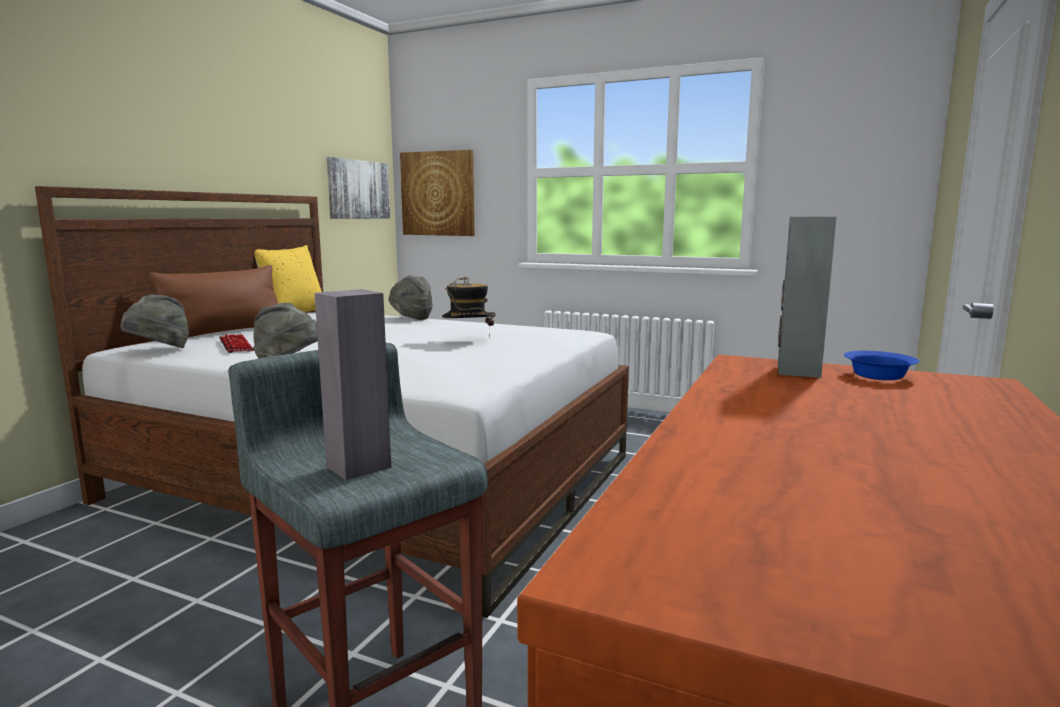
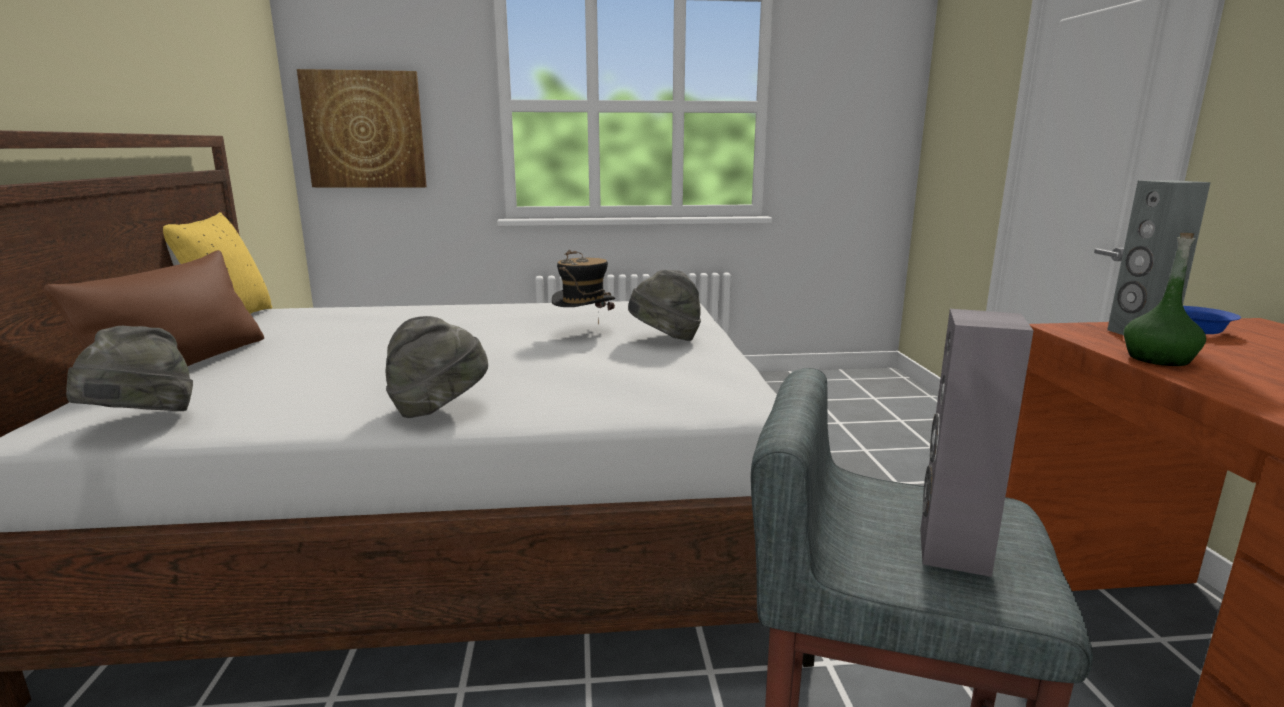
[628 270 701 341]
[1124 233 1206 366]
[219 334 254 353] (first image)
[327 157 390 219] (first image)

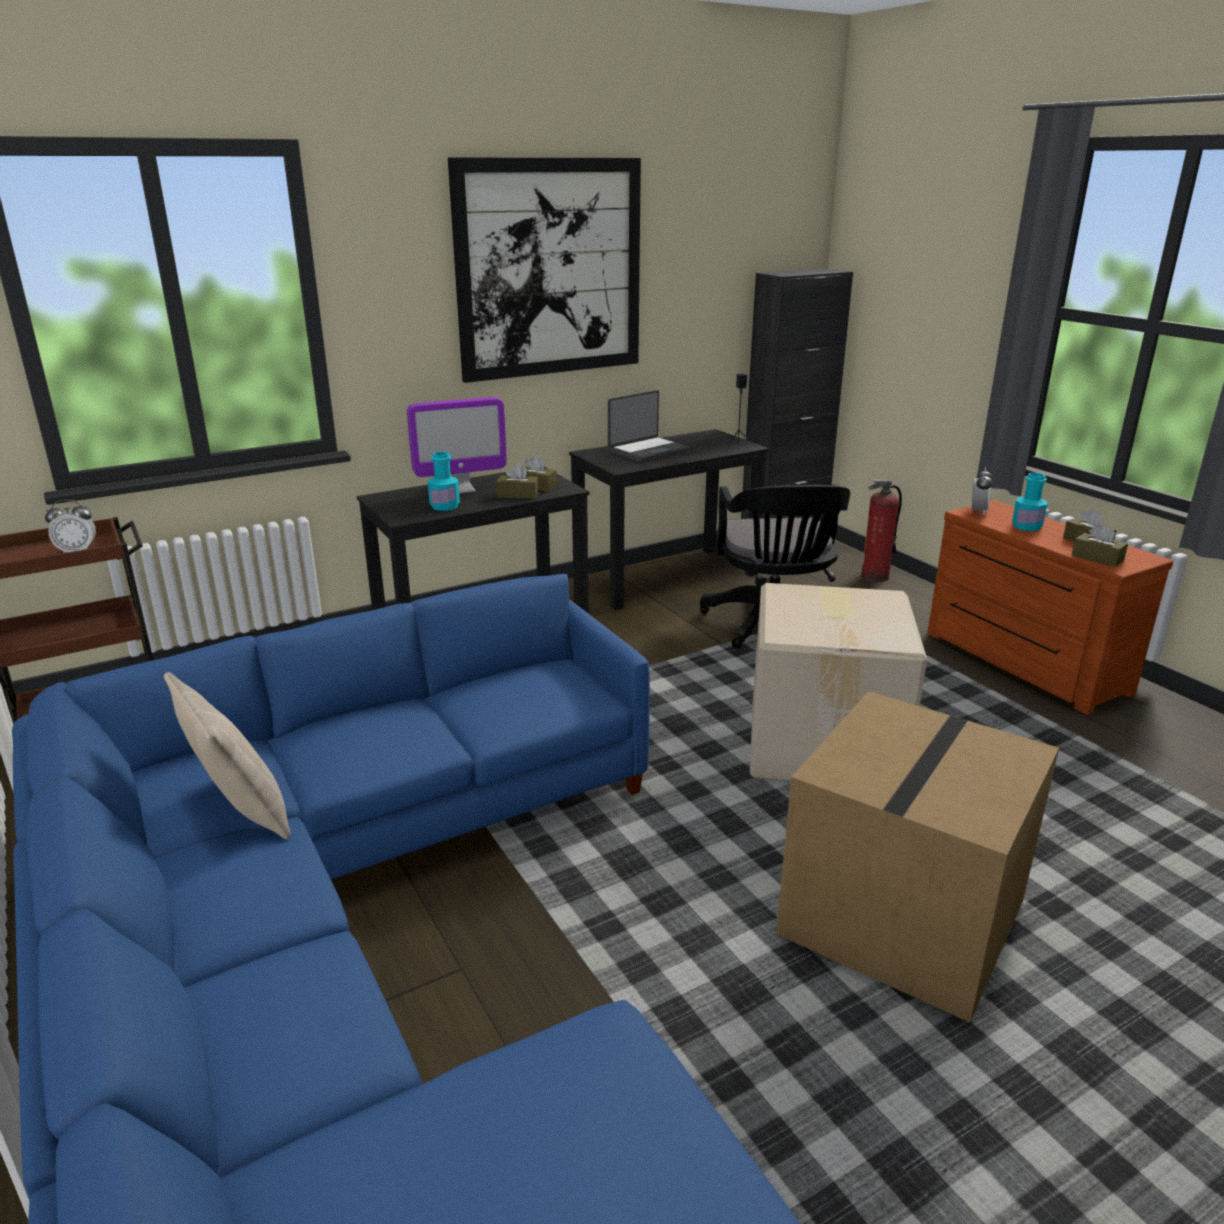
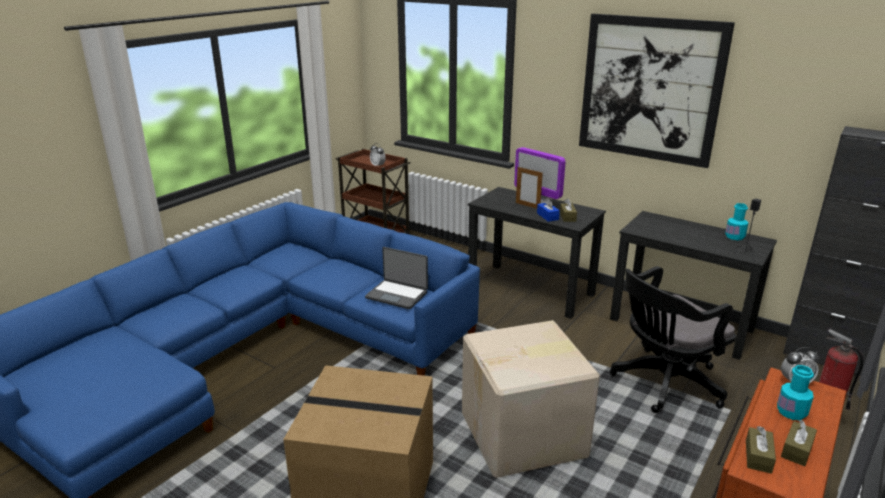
[365 247 428 309]
[516 167 543 209]
[537 198 560 222]
[725 203 749 240]
[164 672 291 839] (first image)

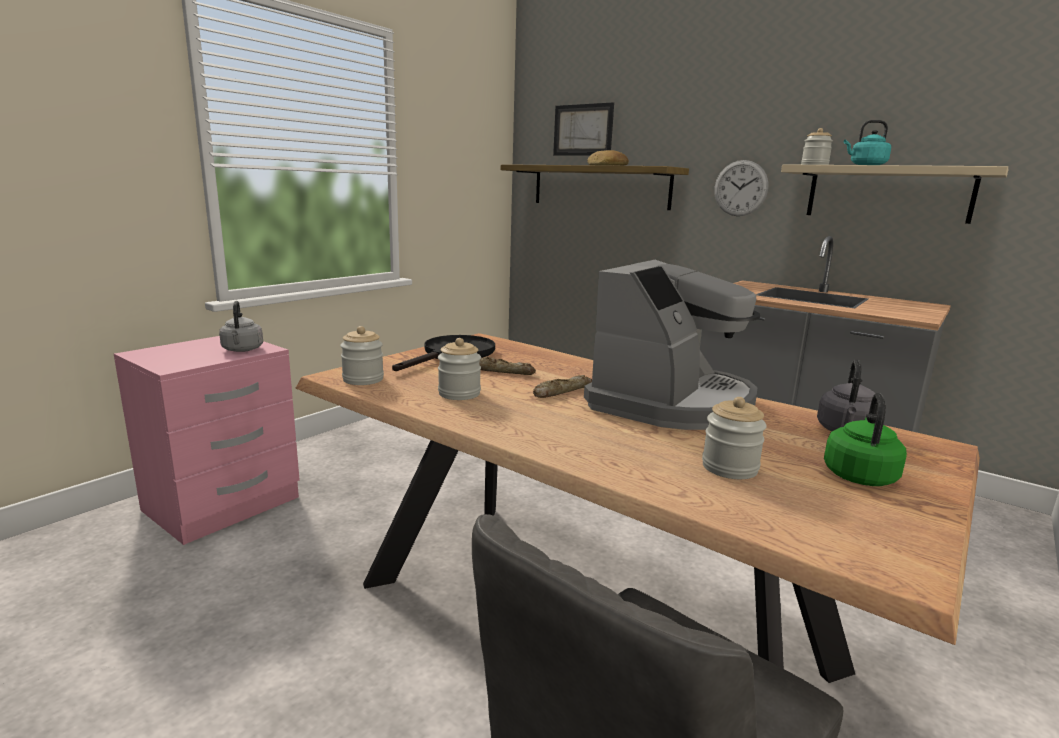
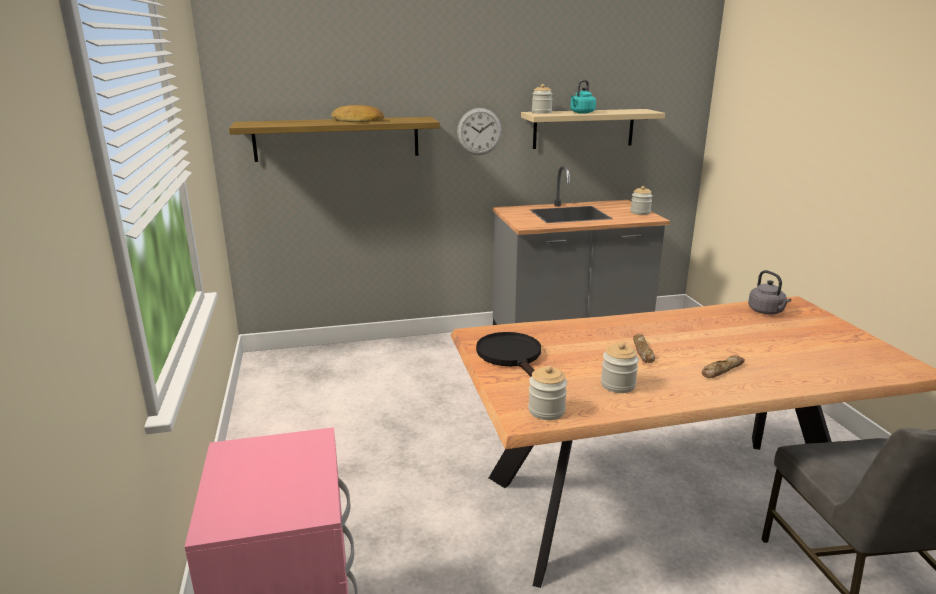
[631 186 653 215]
[702 355 745 378]
[219 301 263 352] (first image)
[553 102 614 156] (first image)
[584 260 760 430] (first image)
[824 393 907 486] (first image)

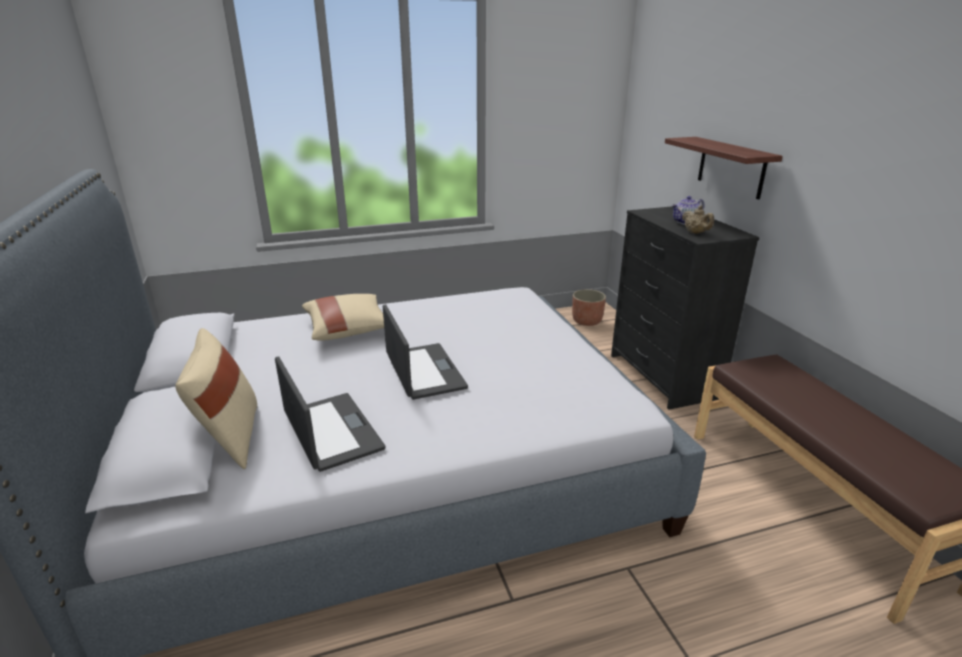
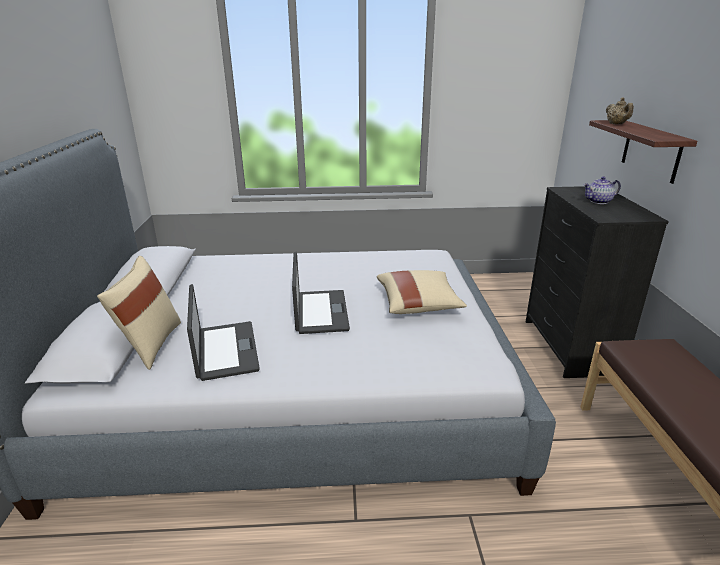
[377 270 467 314]
[606 97 634 124]
[572 289 606 326] (first image)

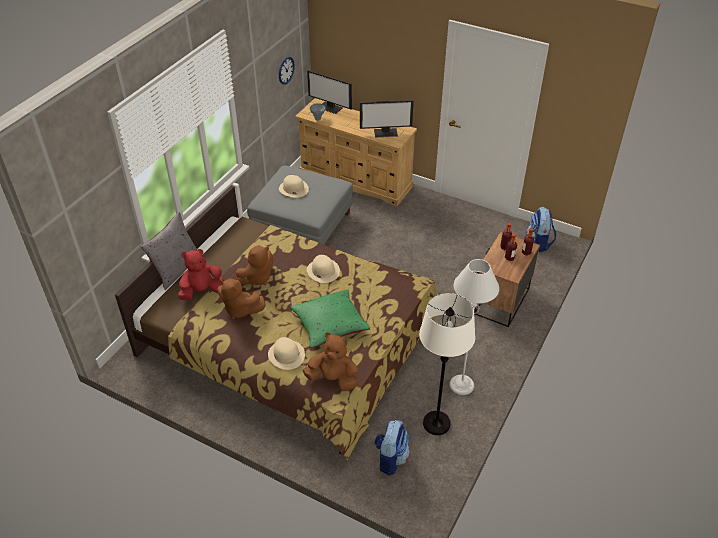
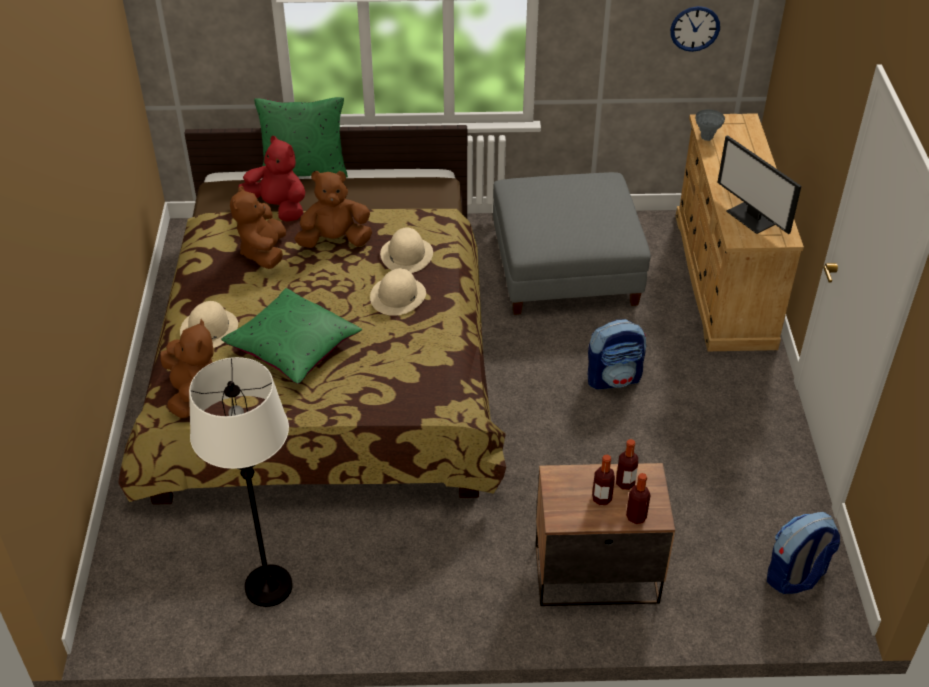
[254 97 348 178]
[295 171 372 248]
[380 227 433 273]
[588 319 646 389]
[307 70 352 114] (first image)
[449 259 499 395] (first image)

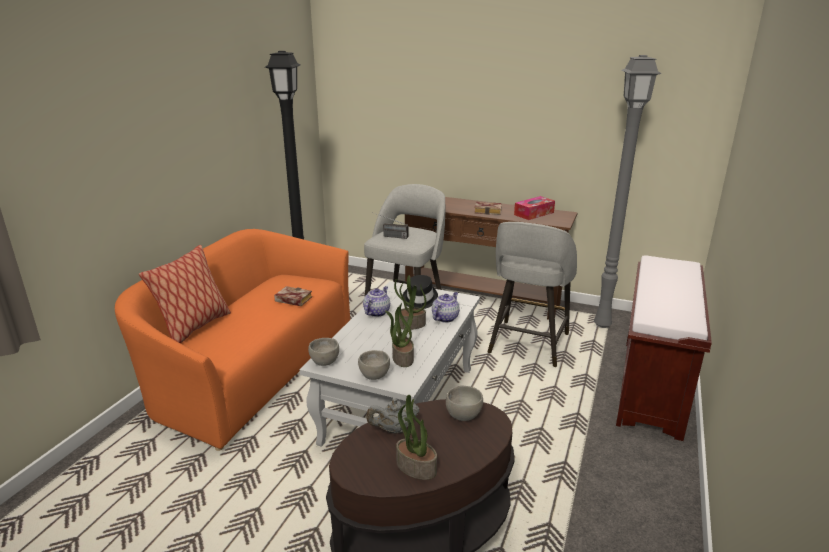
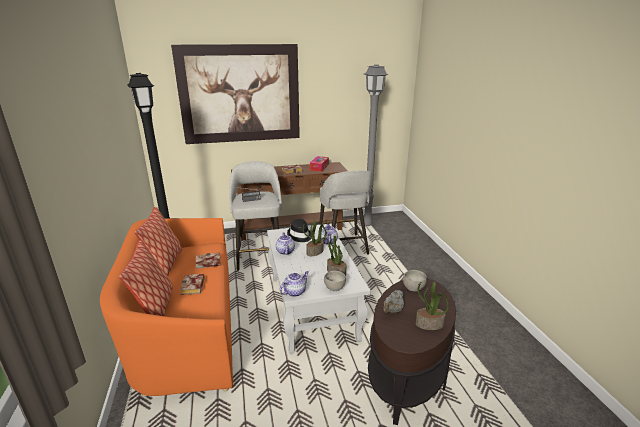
[134 207 182 276]
[171 44 300 144]
[180 274 205 295]
[279 271 309 297]
[616 255 712 441] (first image)

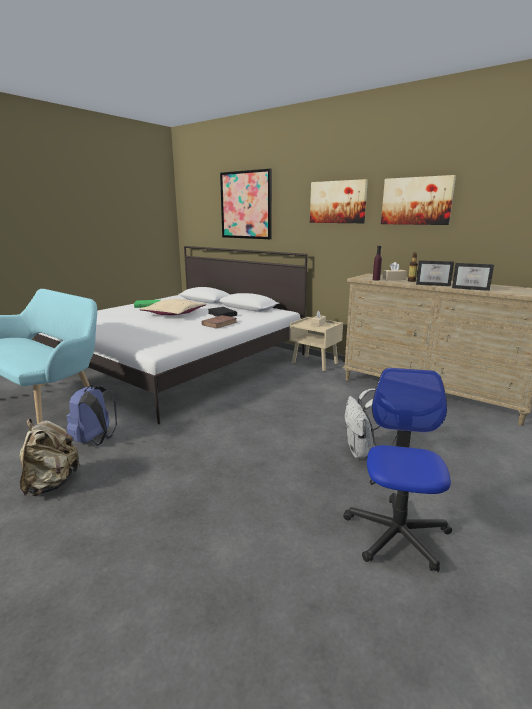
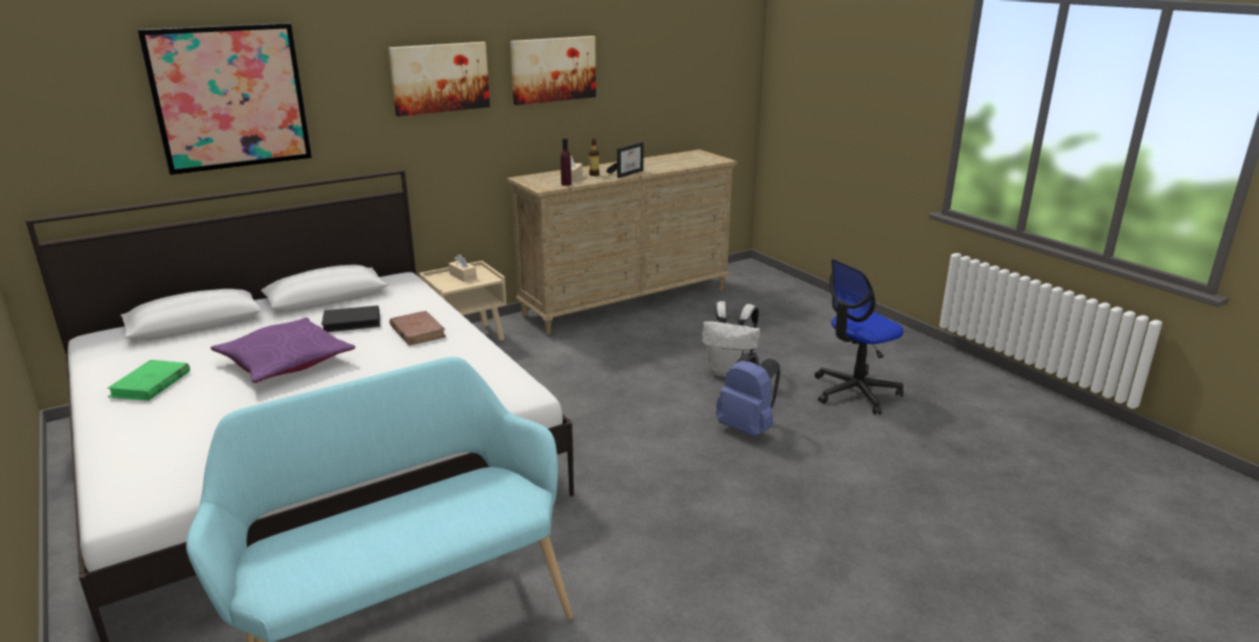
[211 317 355 383]
[716 352 780 437]
[815 259 904 415]
[20 419 81 496] (first image)
[452 263 494 291] (first image)

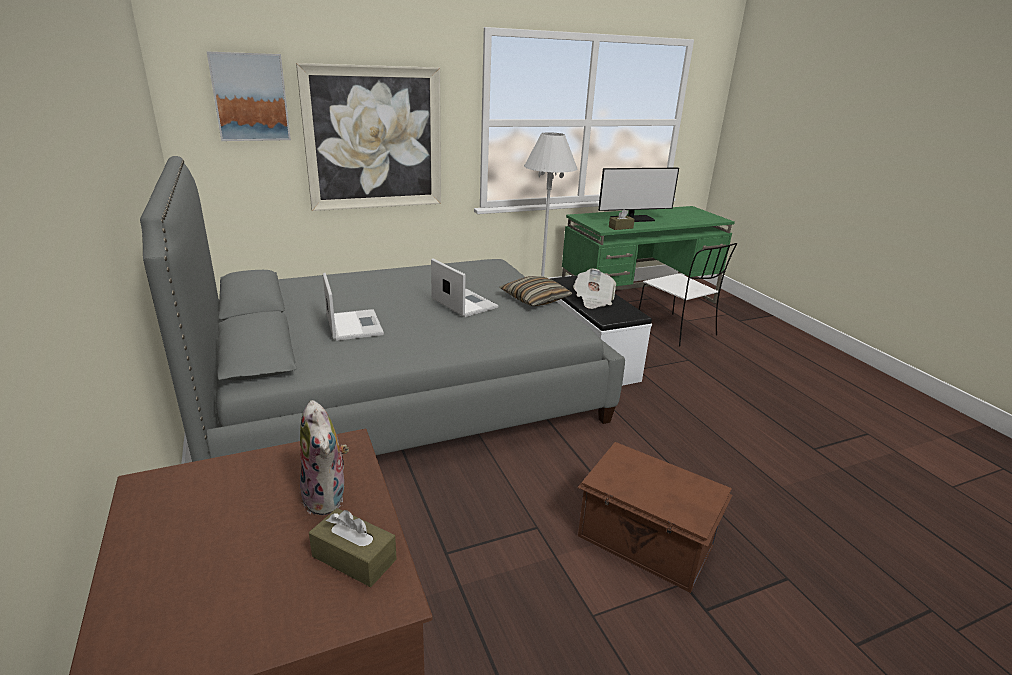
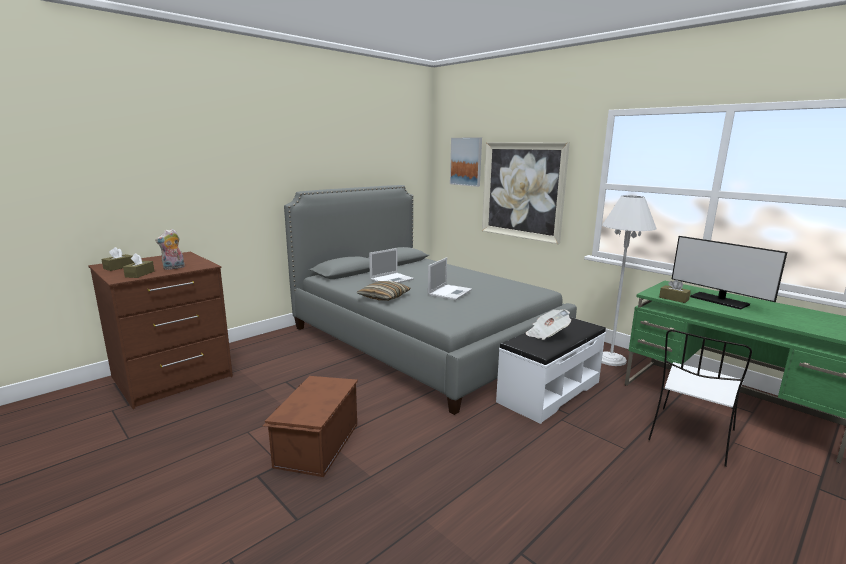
[102 247 134 271]
[356 281 411 301]

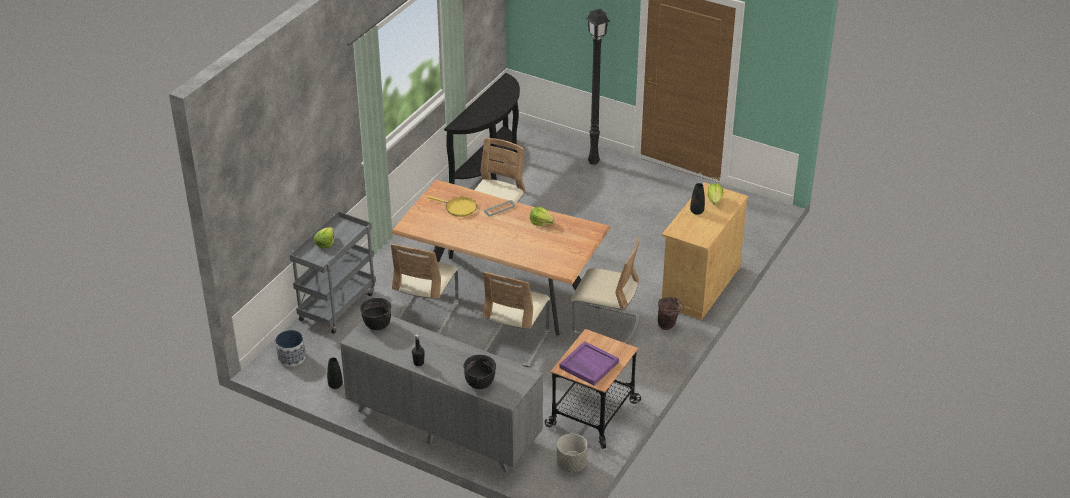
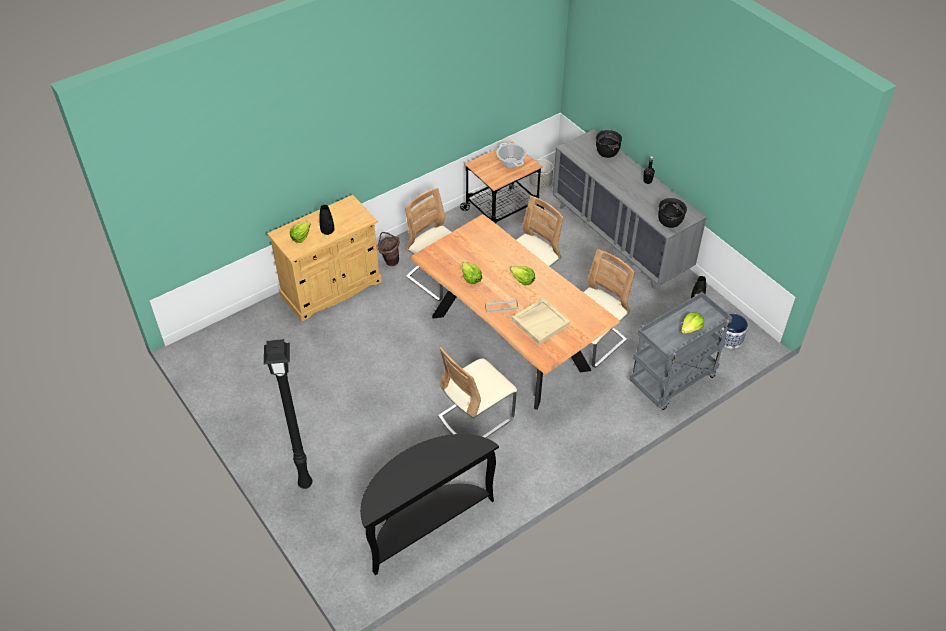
[496 143 527 167]
[510 266 535 286]
[512 298 570 345]

